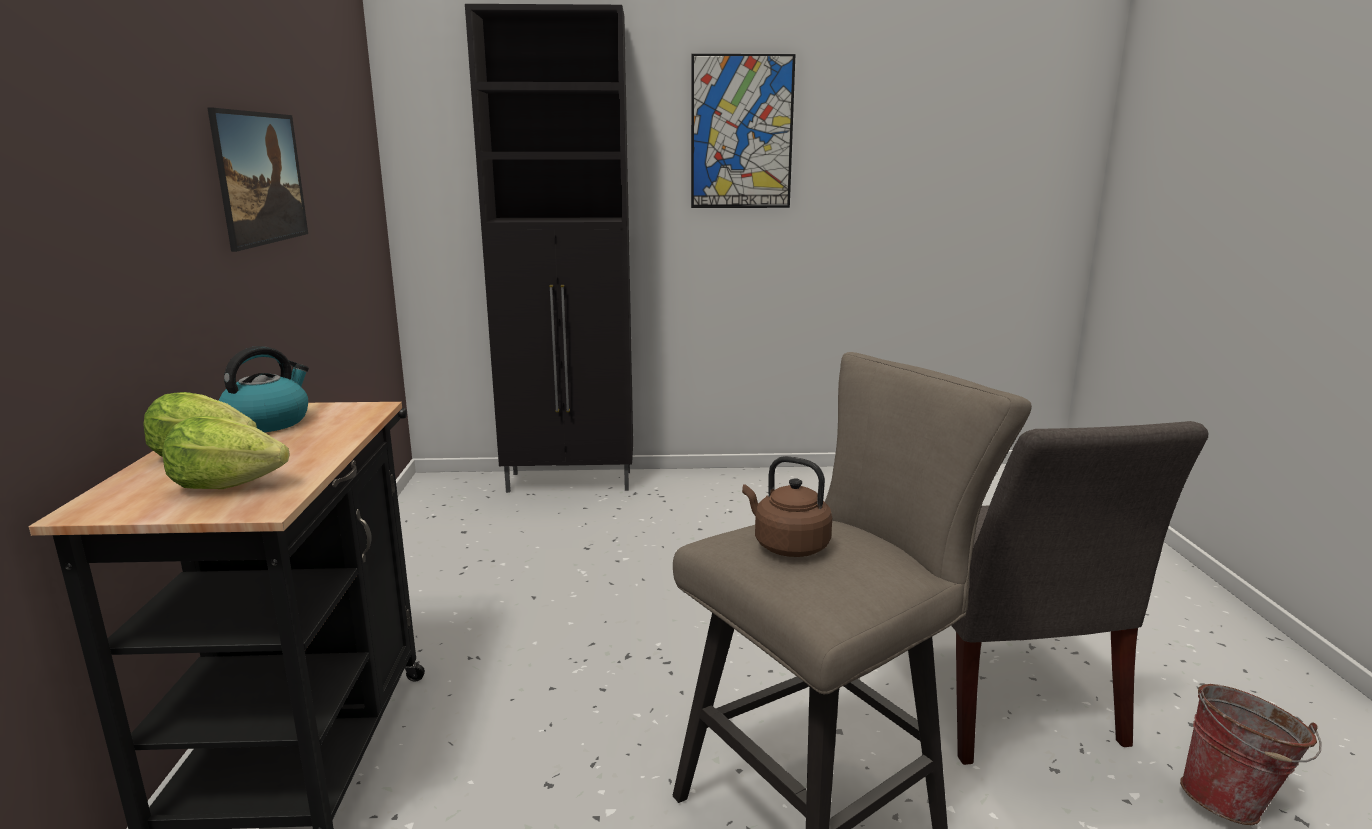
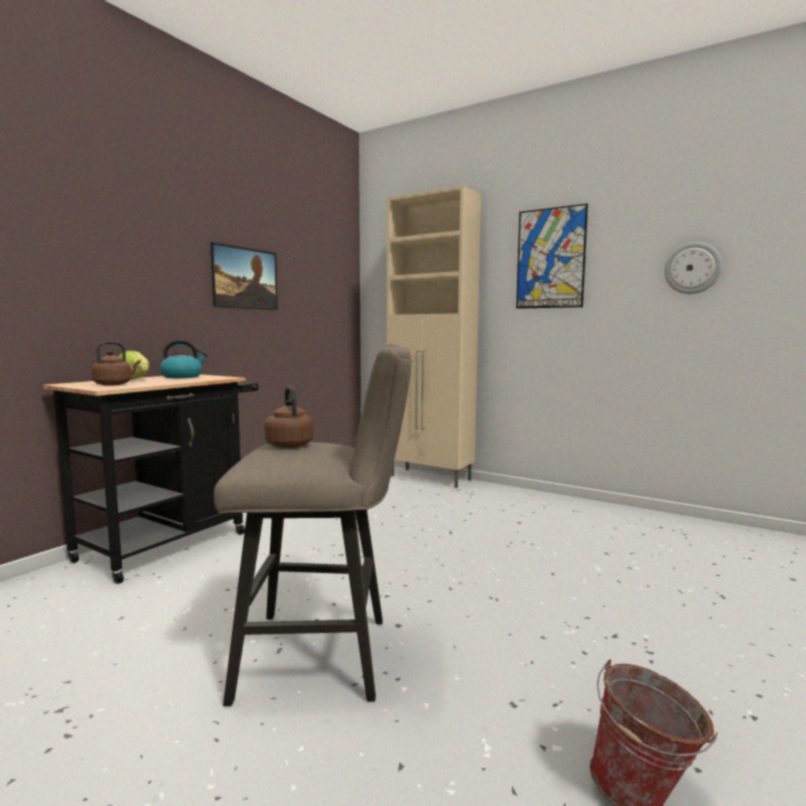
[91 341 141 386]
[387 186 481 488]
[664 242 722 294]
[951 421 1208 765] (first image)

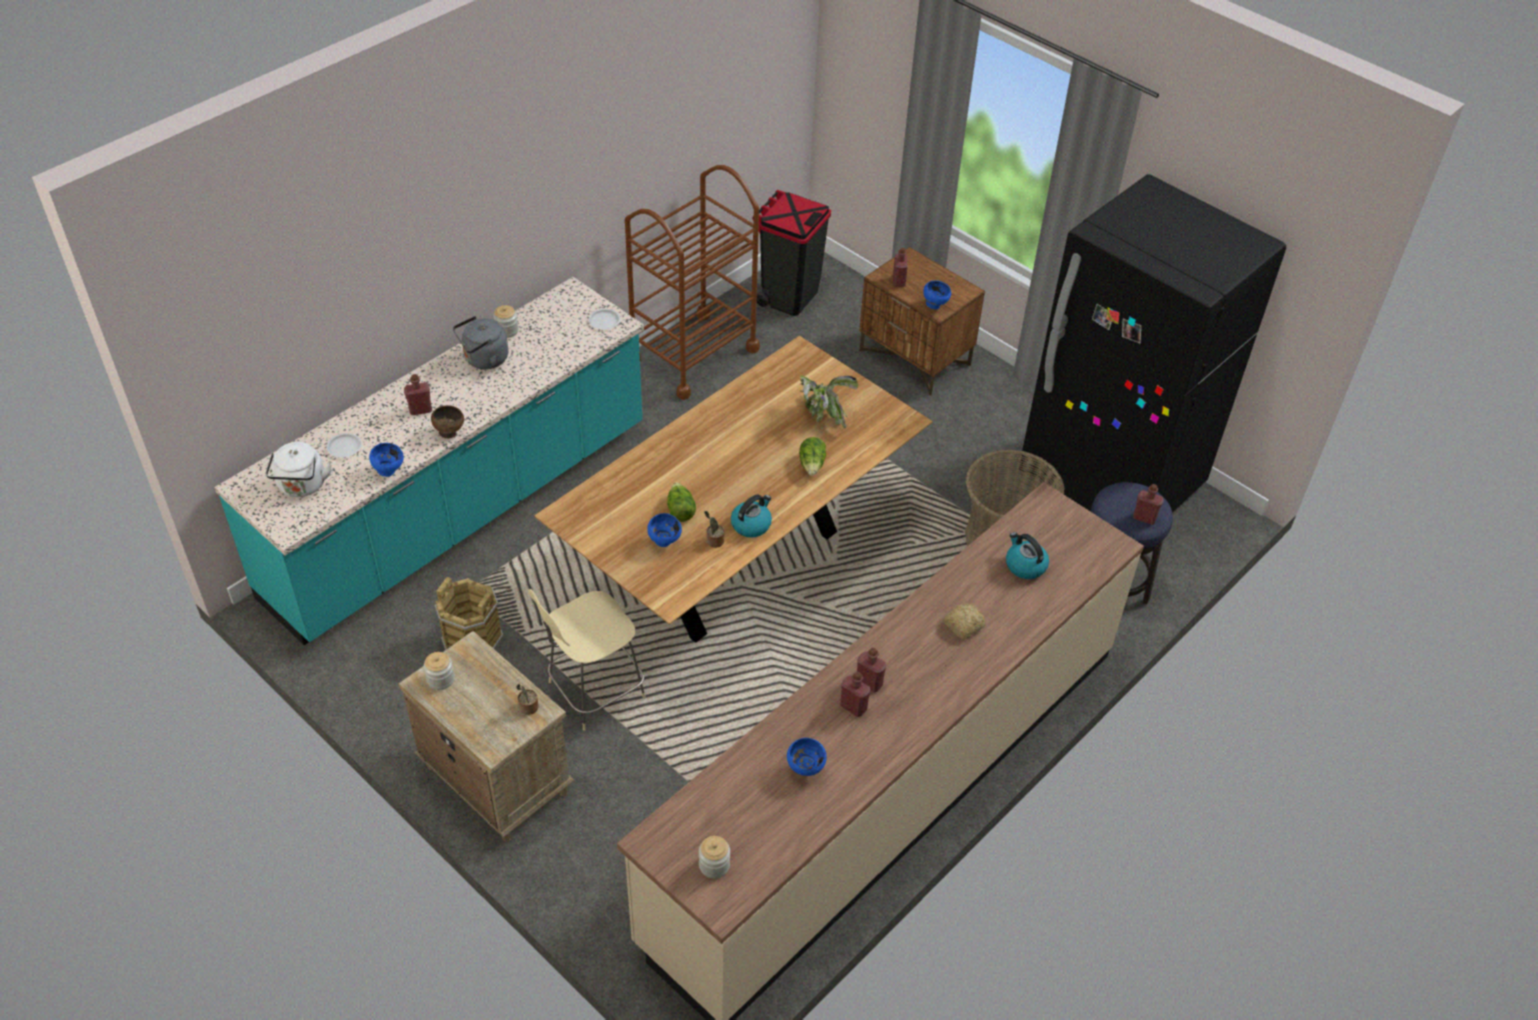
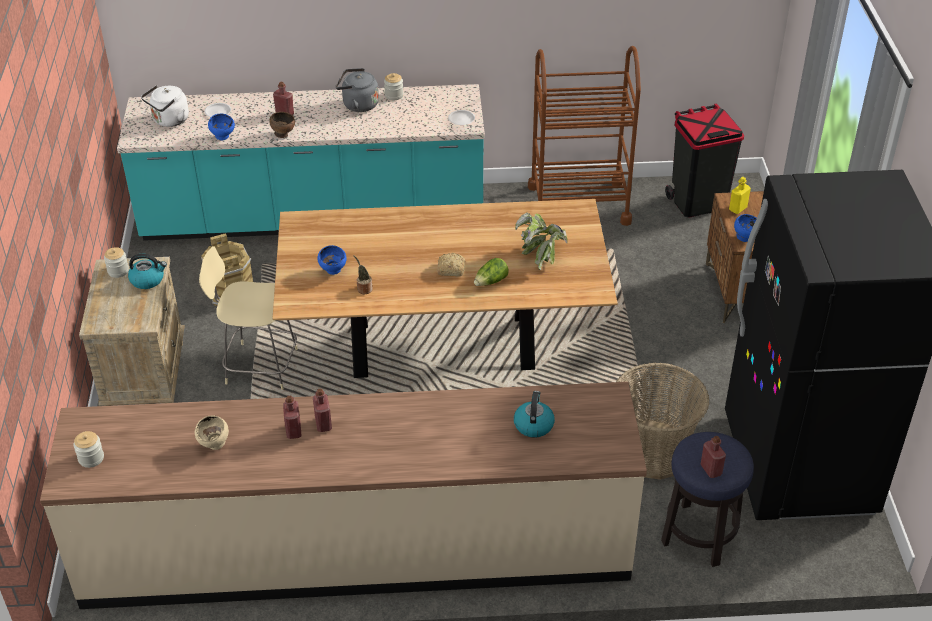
[128 254 167 289]
[195 415 229 450]
[437 253 465 277]
[729 177 751 214]
[516 683 538 715] (first image)
[667 483 696 522] (first image)

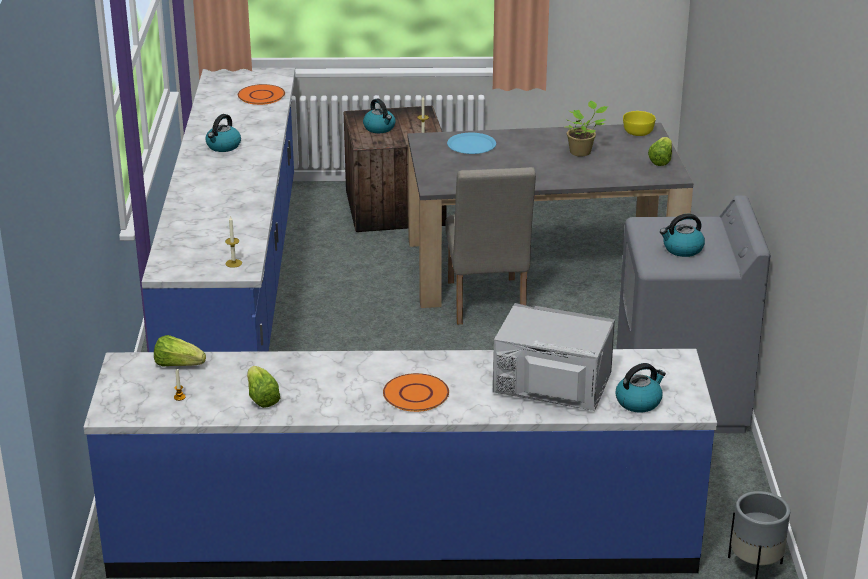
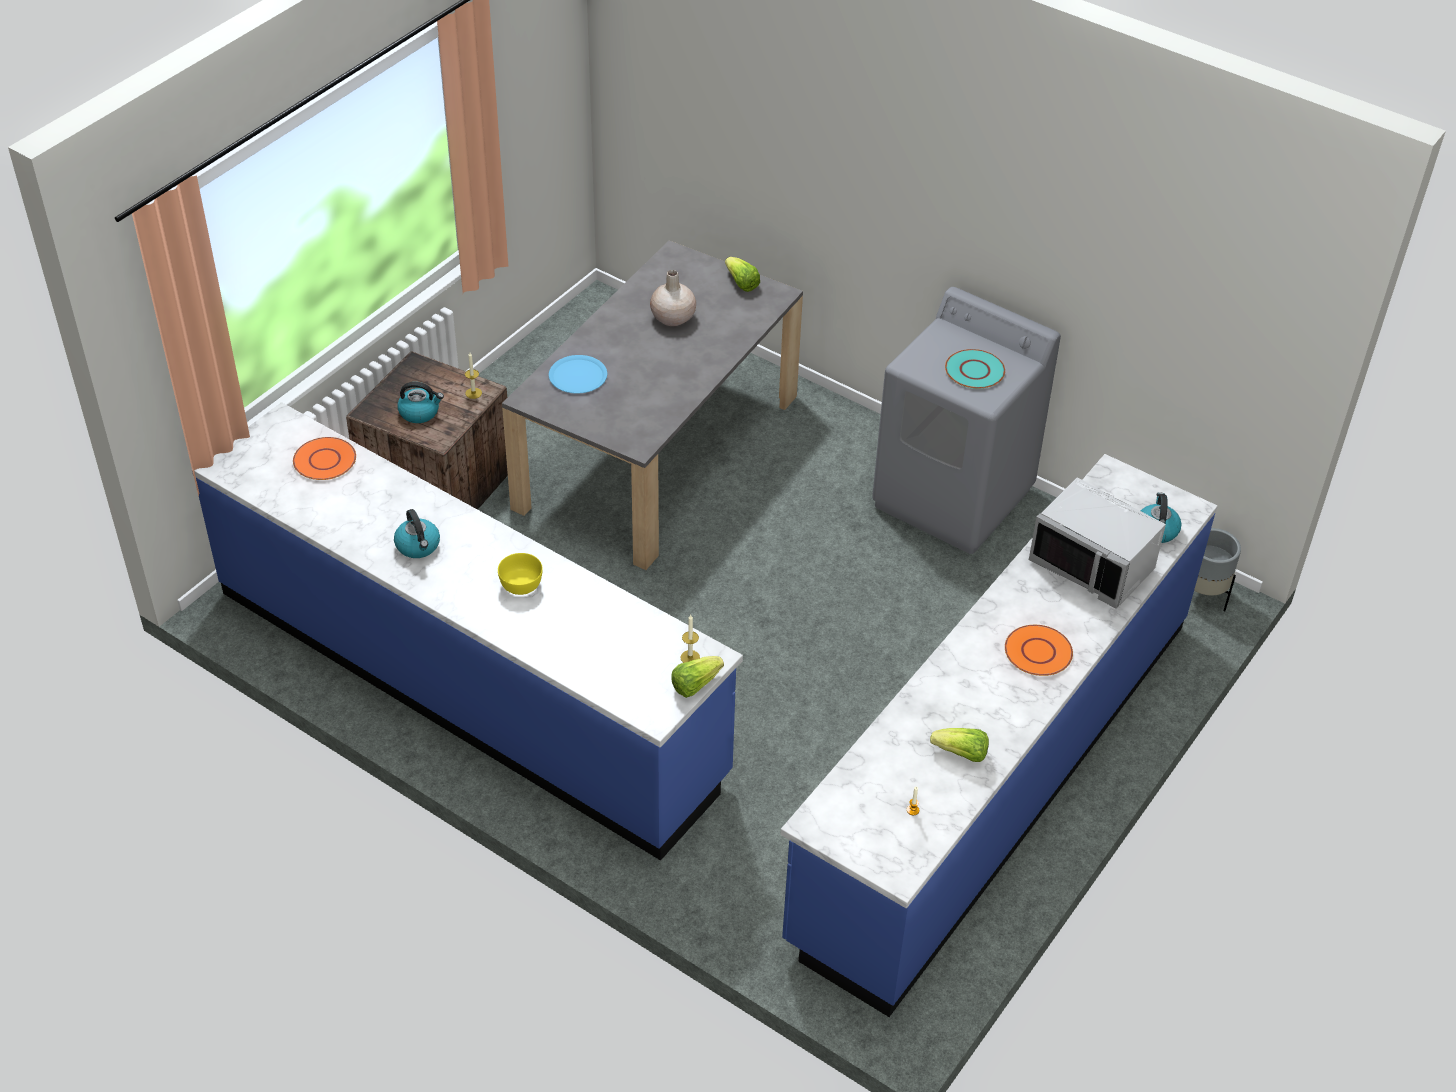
[498 553 543 595]
[650 270 696 326]
[671 656 724 698]
[945 349 1005 389]
[1029 477 1166 609]
[445 167 536 324] (first image)

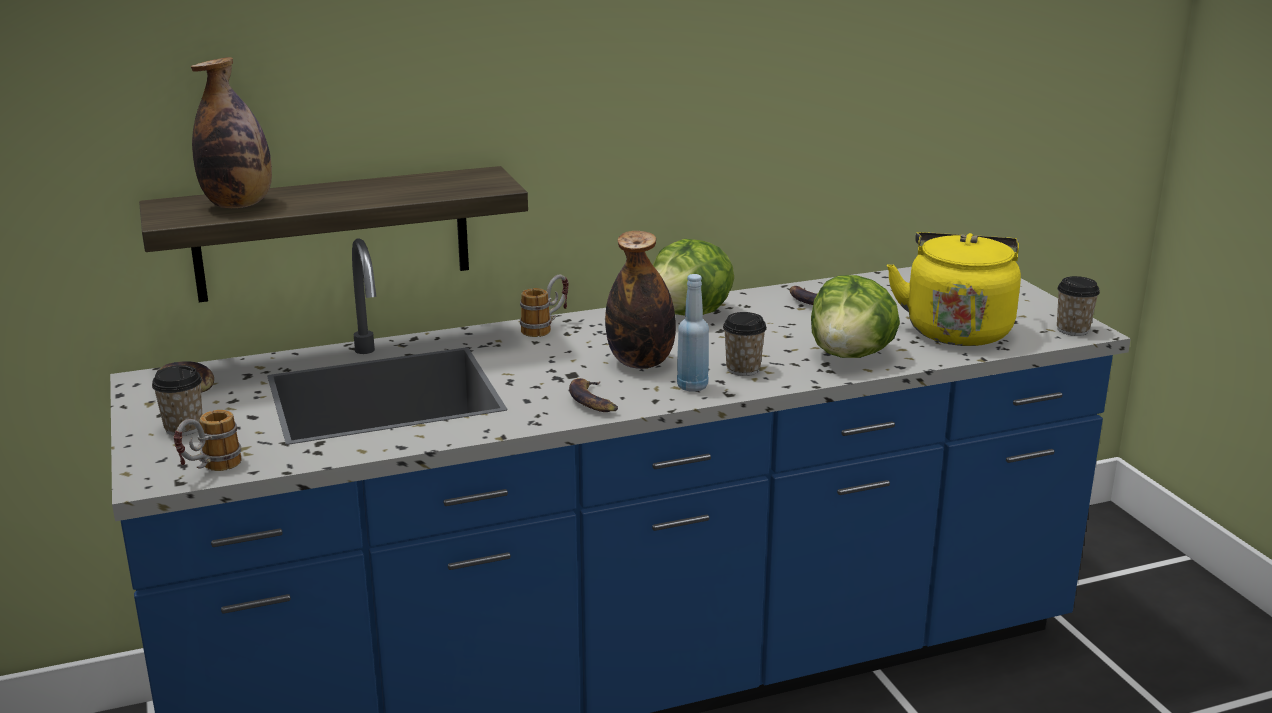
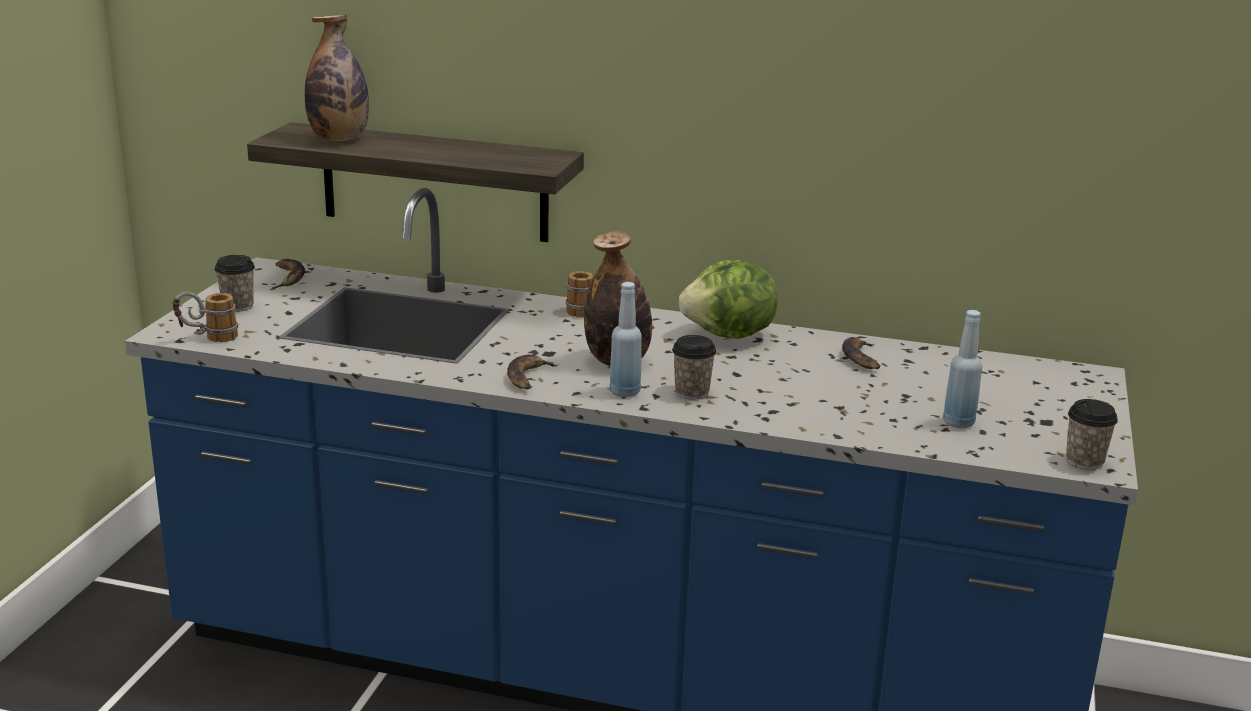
[943 310 982 428]
[811 275 900 358] (first image)

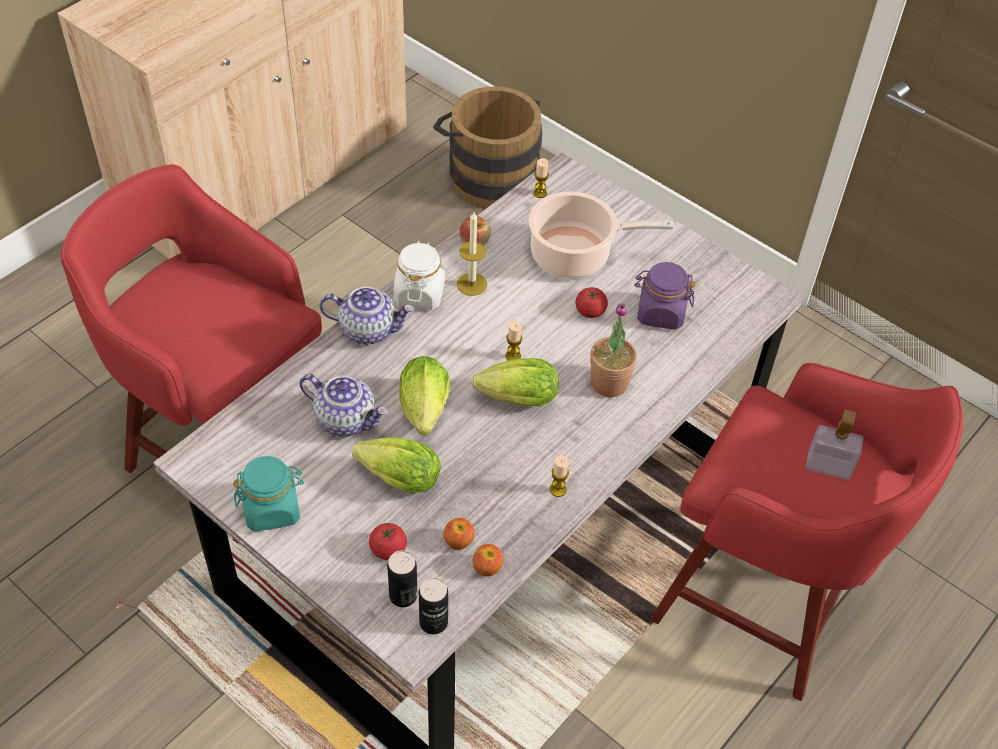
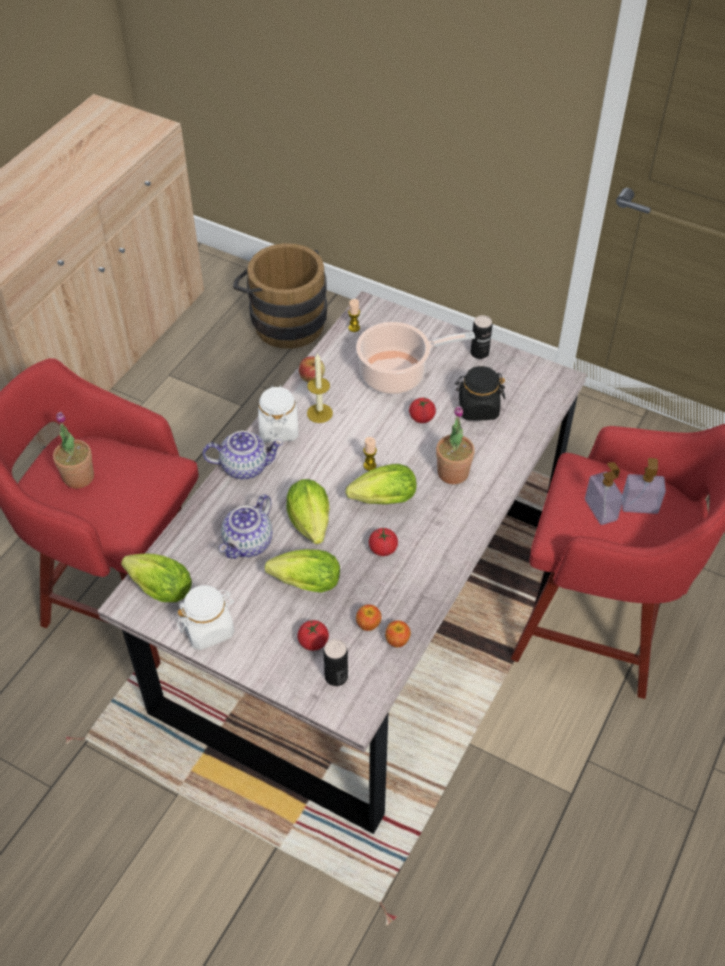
[53 412 94 488]
[121 553 192 602]
[177 585 234 650]
[219 494 272 559]
[369 528 398 556]
[455 366 505 421]
[470 315 492 359]
[585 462 624 525]
[550 455 569 497] (first image)

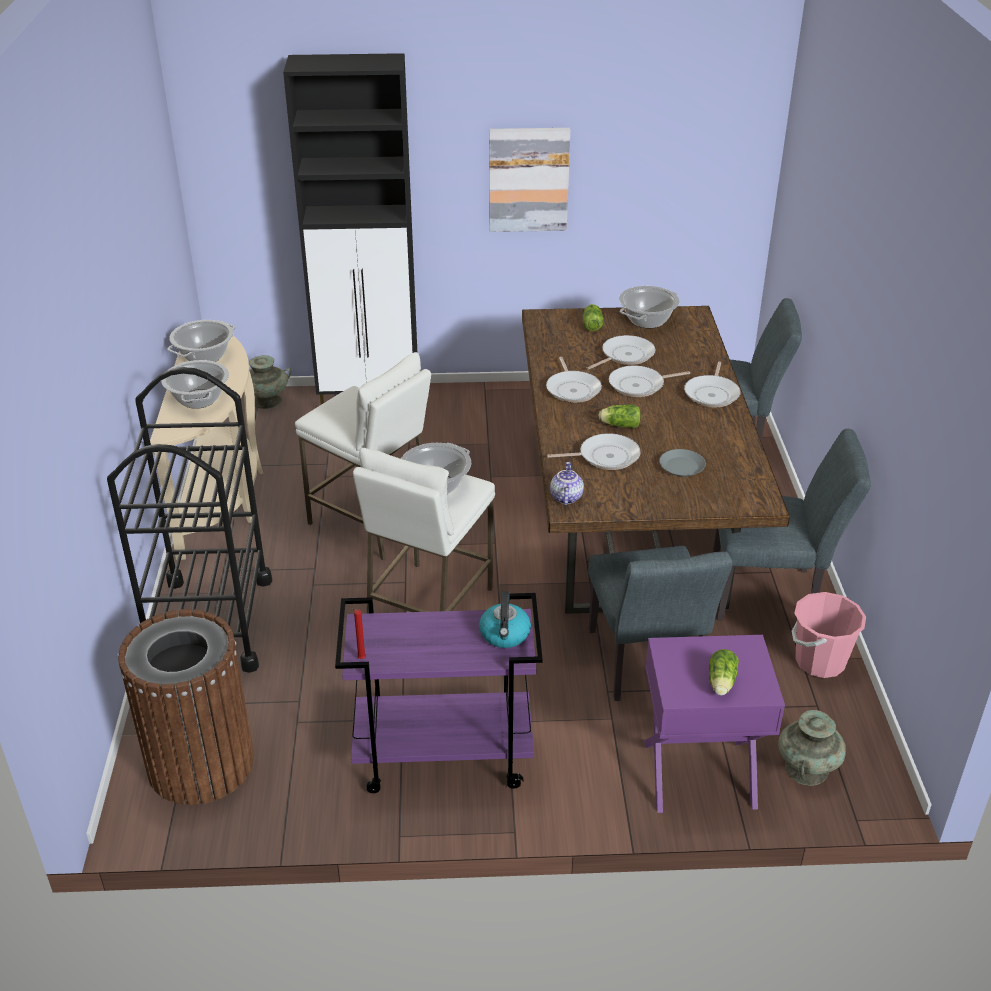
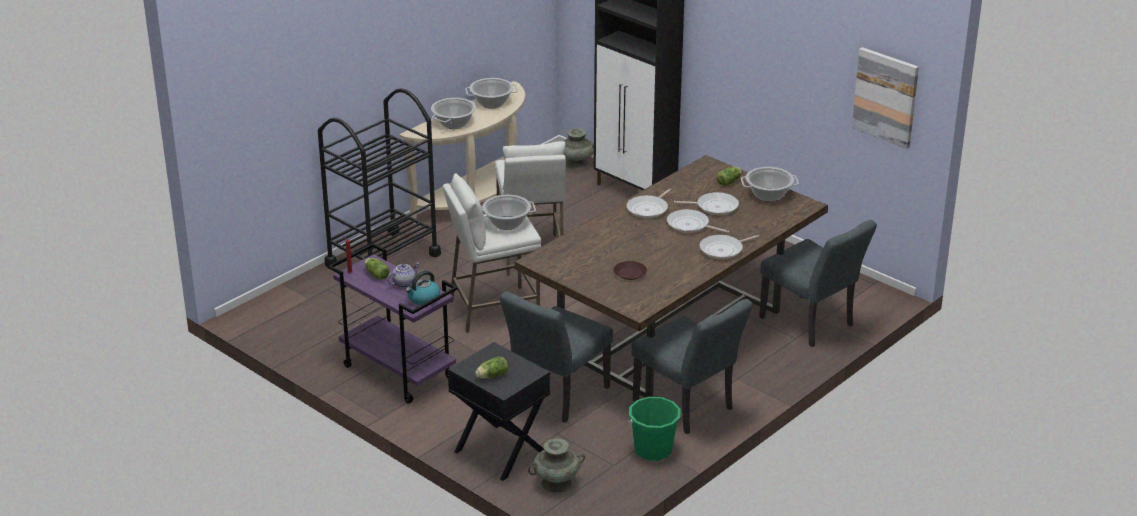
[365 258 390 280]
[387 262 419 288]
[448 342 550 481]
[614 261 647 280]
[628 397 681 461]
[852 47 919 149]
[118 609 254 805] (first image)
[547 433 641 470] (first image)

